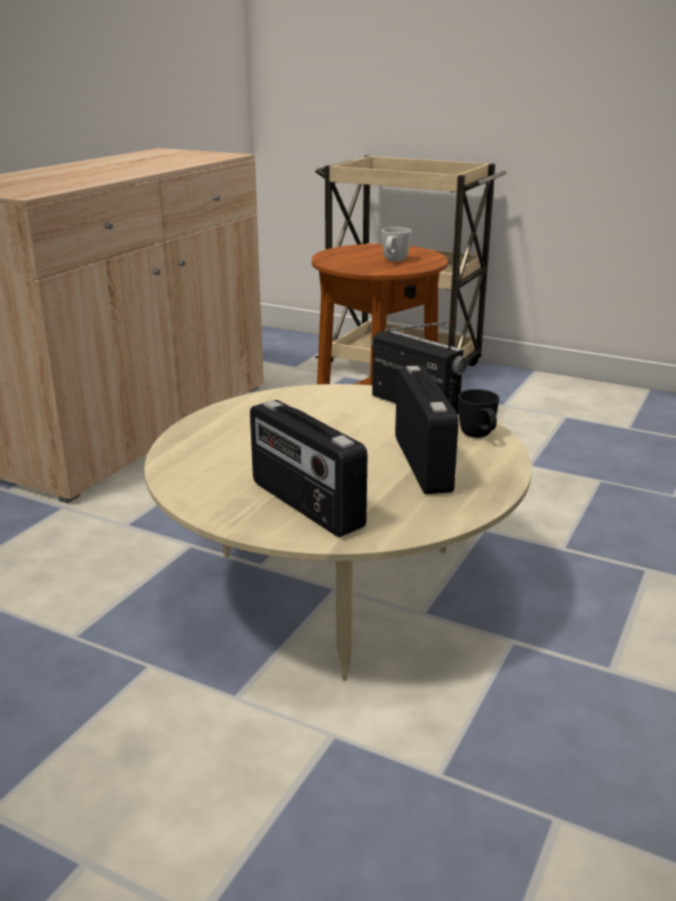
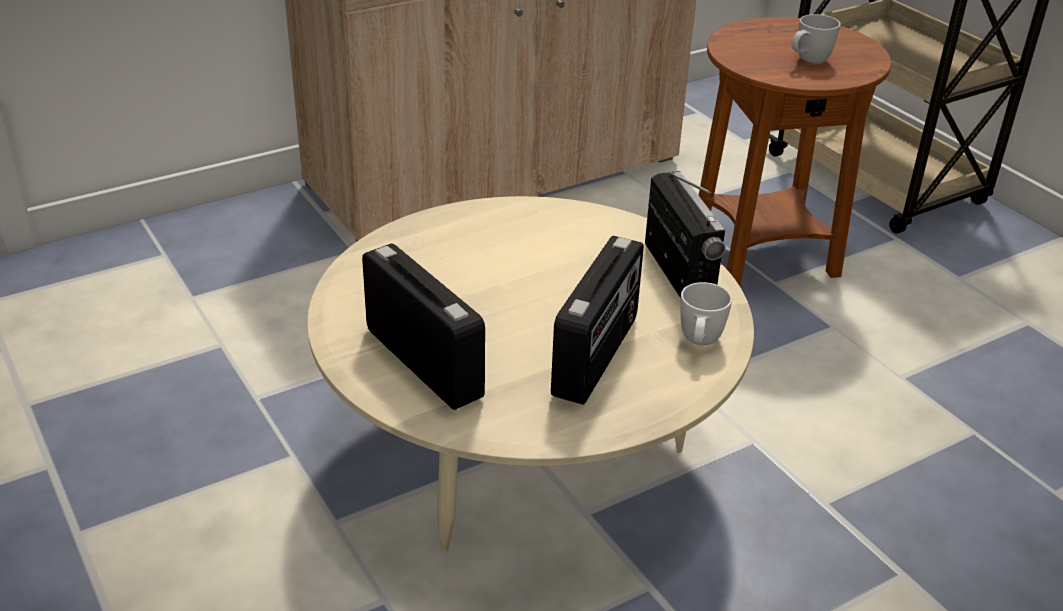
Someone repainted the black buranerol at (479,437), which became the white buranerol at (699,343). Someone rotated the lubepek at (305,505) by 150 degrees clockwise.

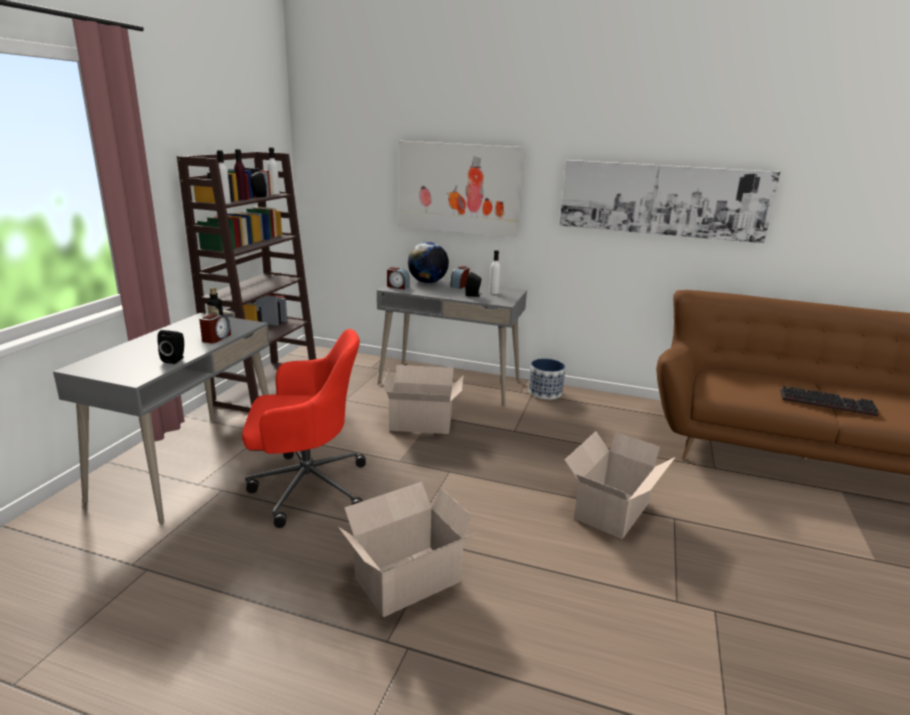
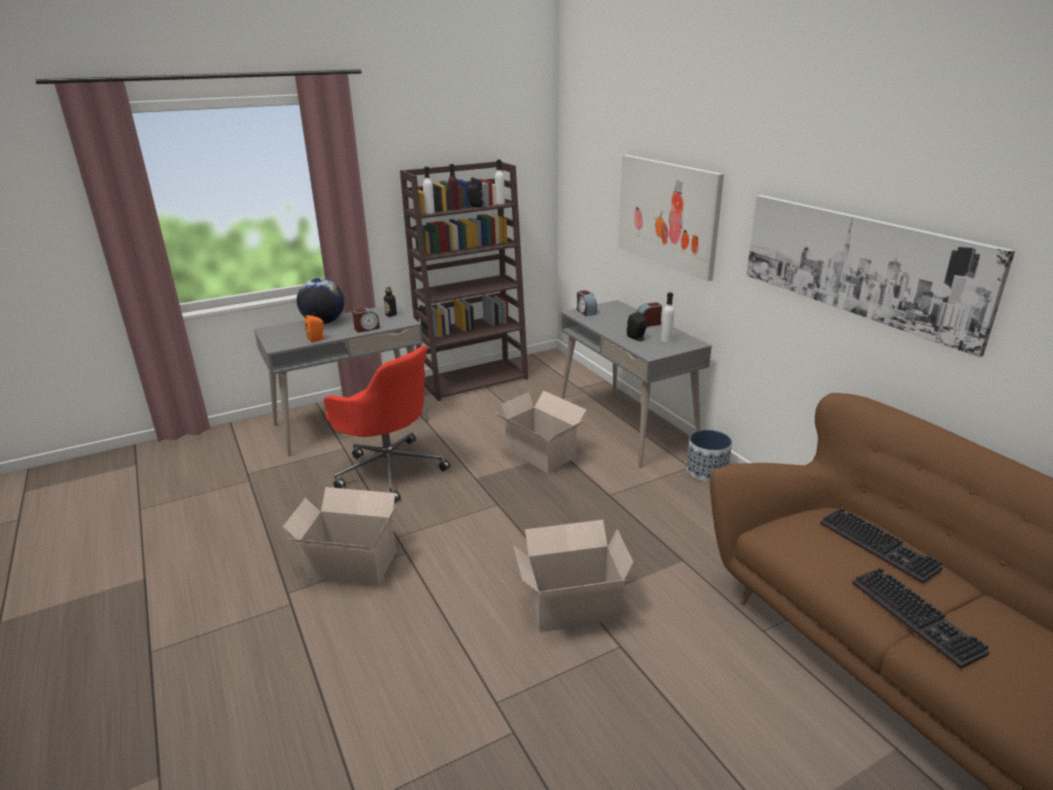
Someone carried the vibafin from (427,282) to (323,322). Someone repainted the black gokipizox at (175,359), which became the orange gokipizox at (317,339). Someone put down the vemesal at (881,546).

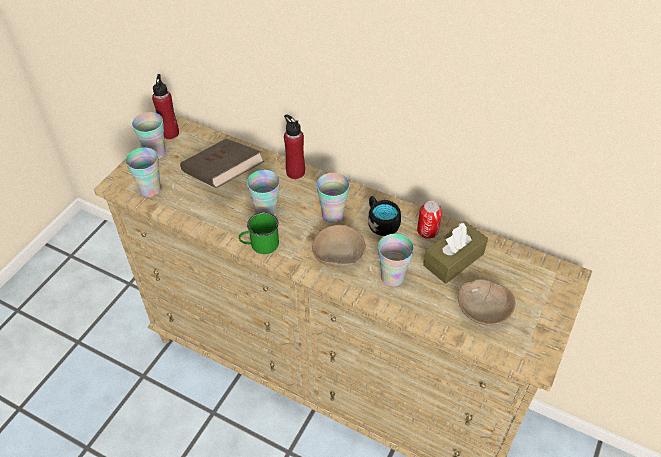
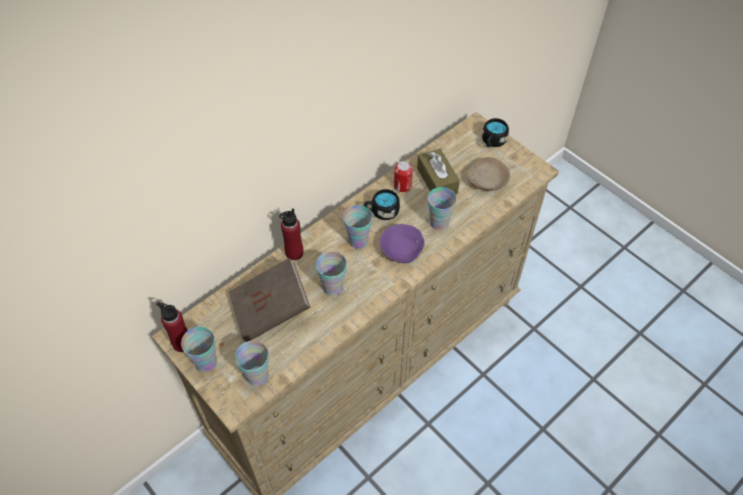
Someone took away the green buranerol at (260,245). Someone repainted the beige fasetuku at (339,254), which became the purple fasetuku at (402,249). Someone put down the black buranerol at (492,142).

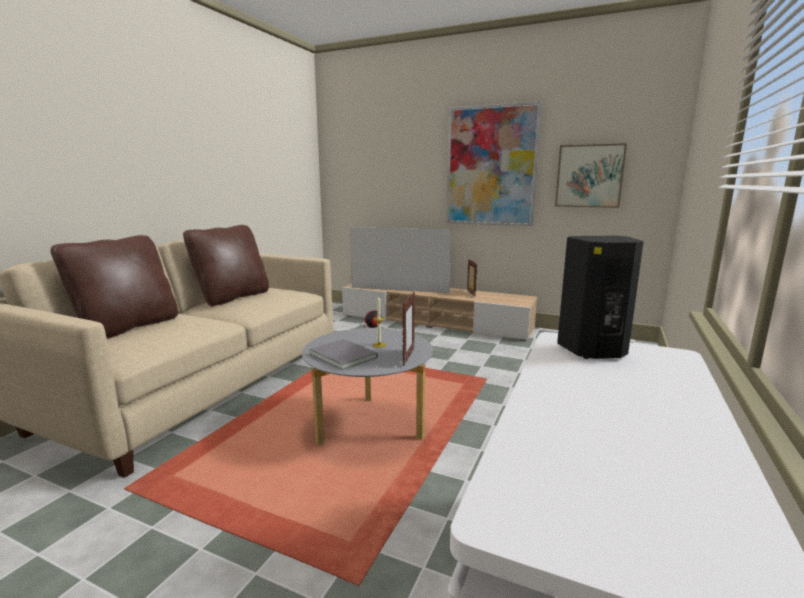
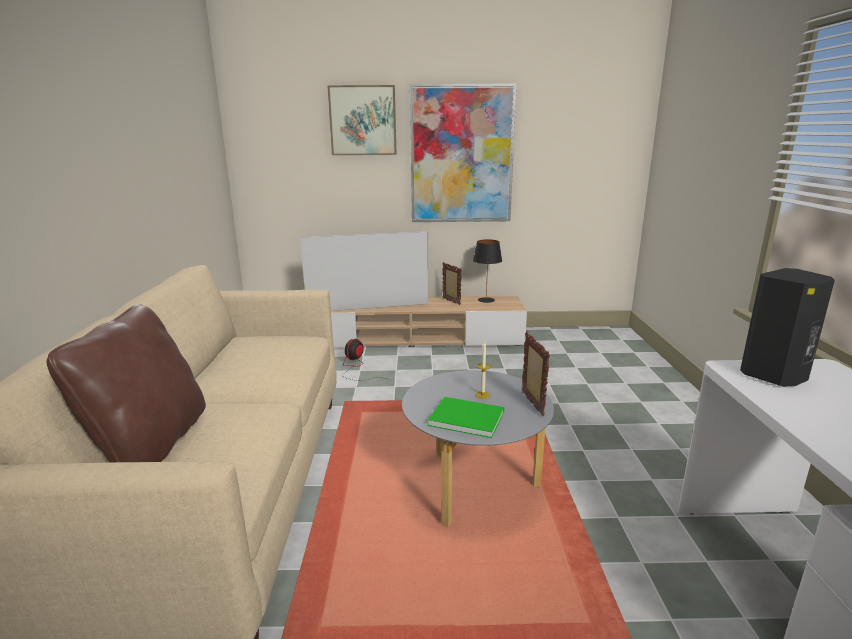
Someone carried the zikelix from (589,176) to (363,120). Someone took away the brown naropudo at (232,297). Someone repainted the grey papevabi at (343,355), which became the green papevabi at (465,417). Someone put down the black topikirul at (486,300).

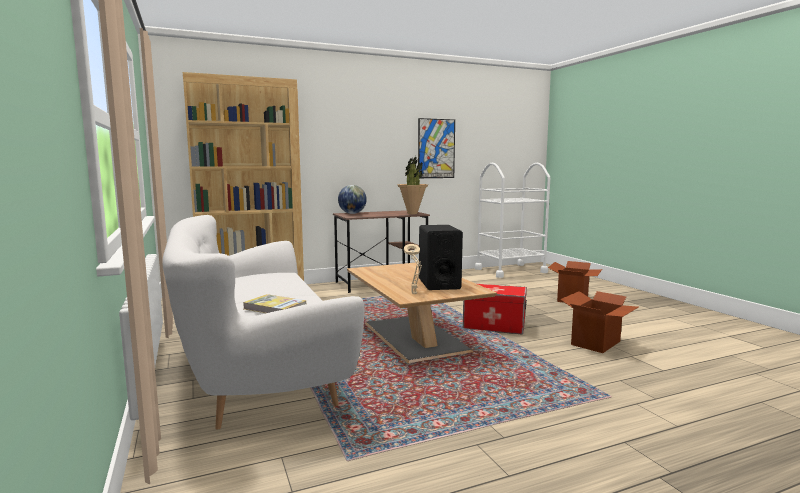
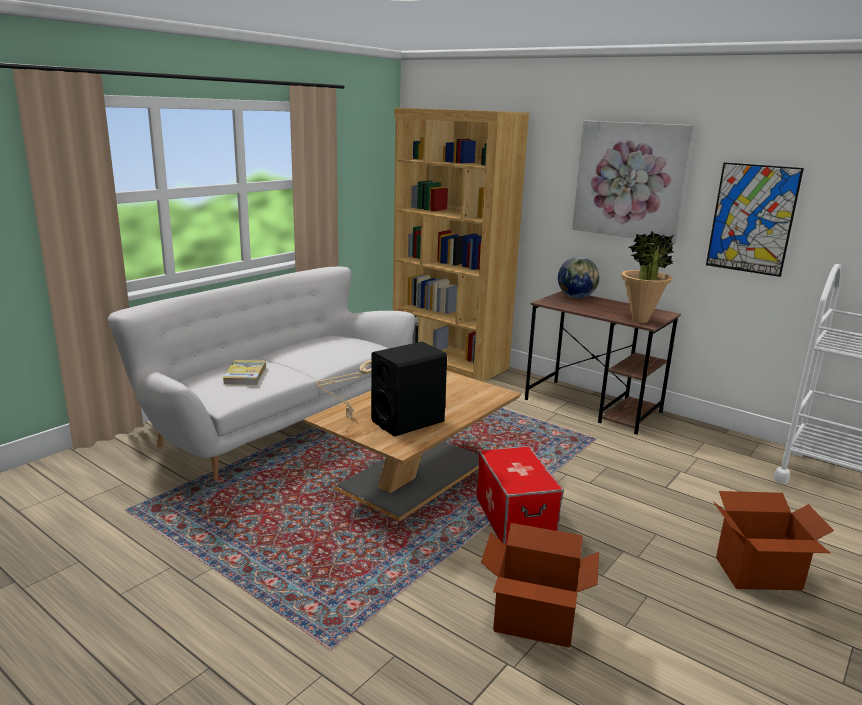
Someone put up the zikelix at (630,180).

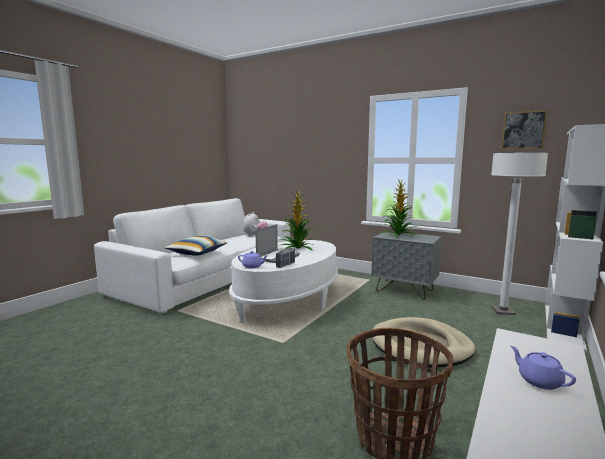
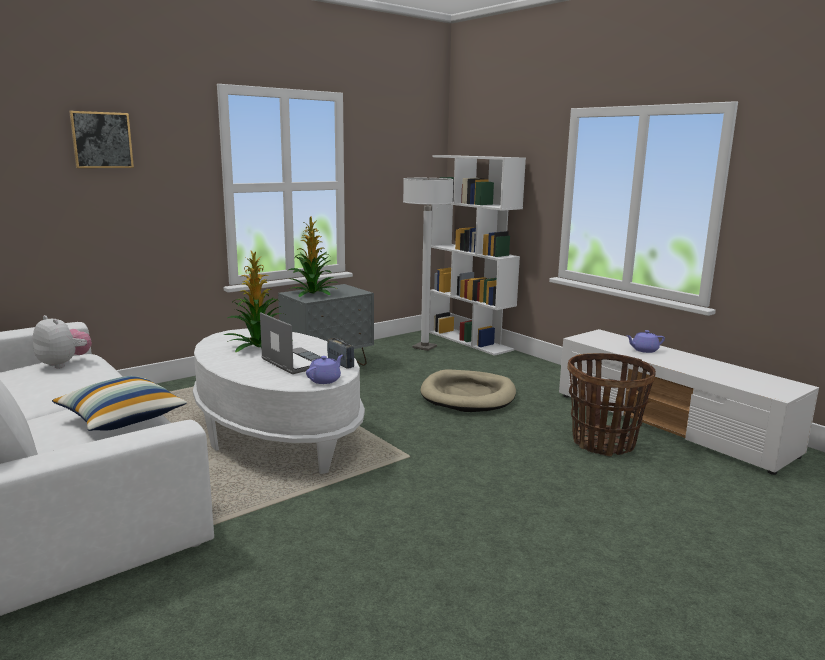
Someone carried the zikelix from (523,130) to (102,140).

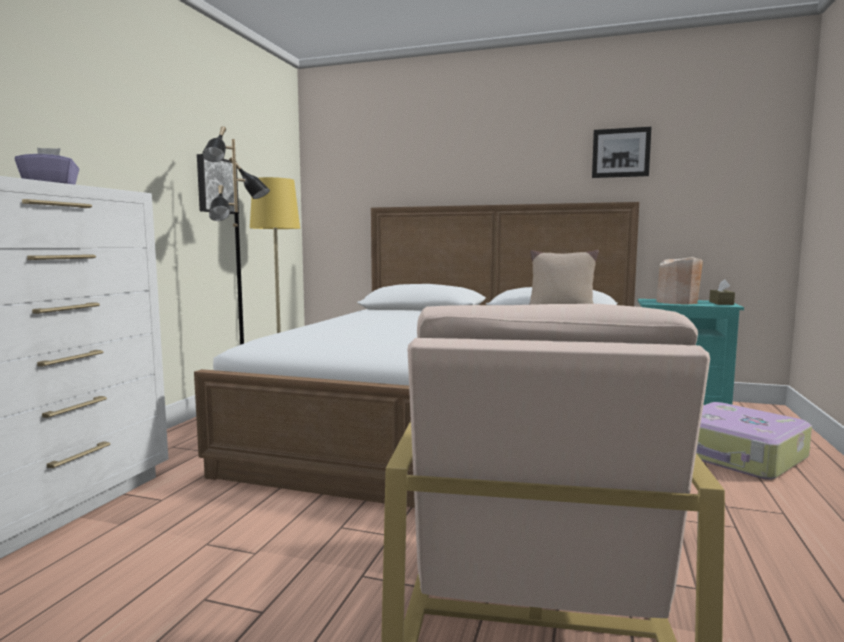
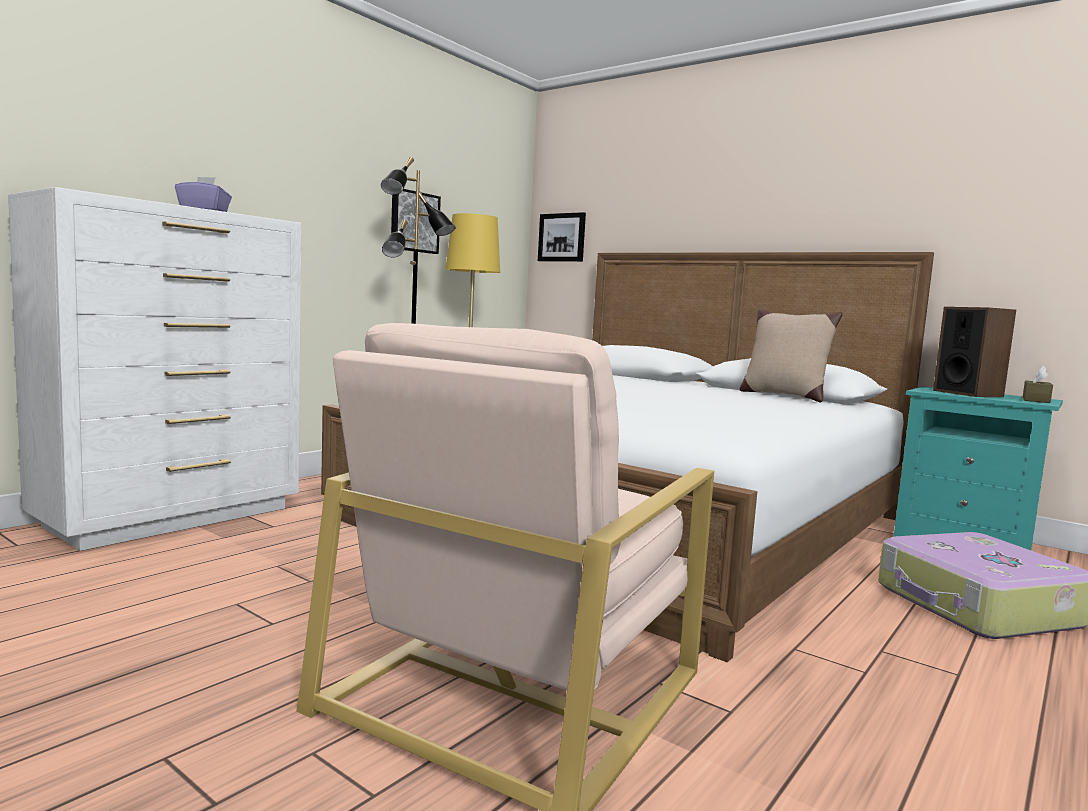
Someone carried the zikelix from (620,153) to (562,237). Someone swapped the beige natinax at (677,302) for the gokipizox at (967,393).

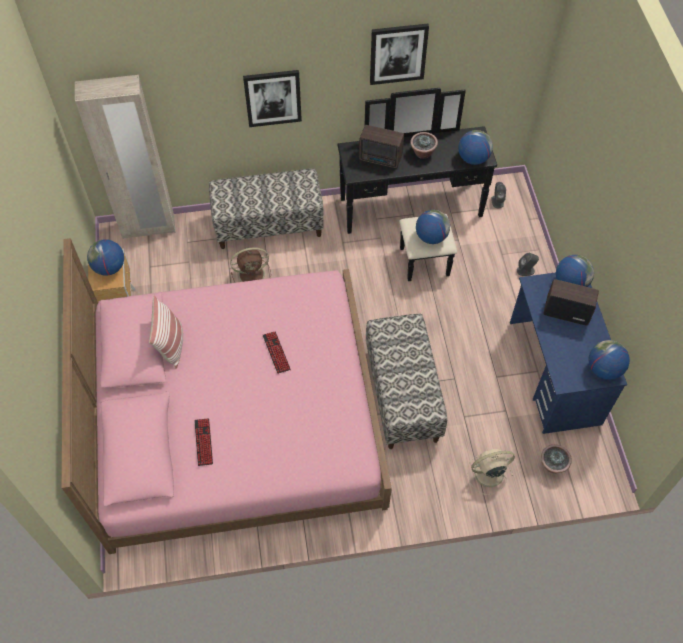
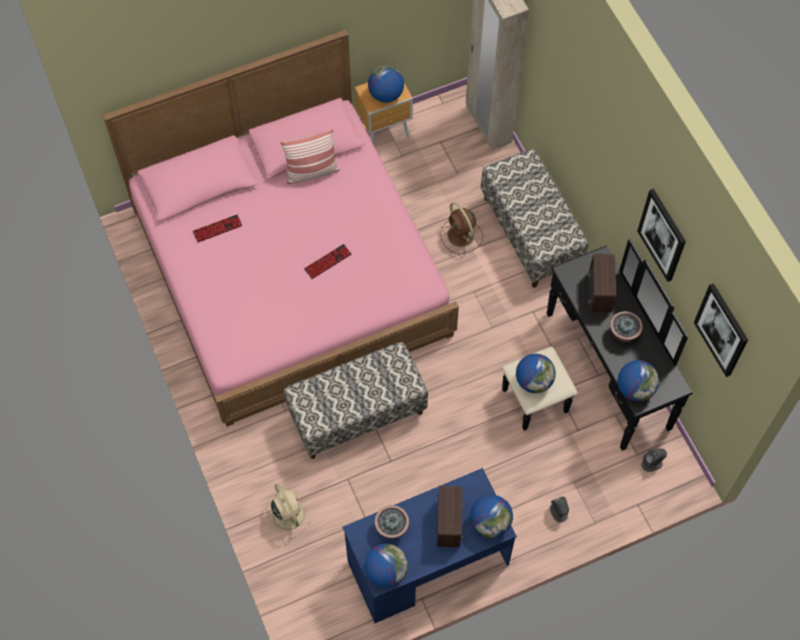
Someone carried the zikelix from (273,98) to (722,330). Someone carried the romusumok from (552,465) to (391,528).

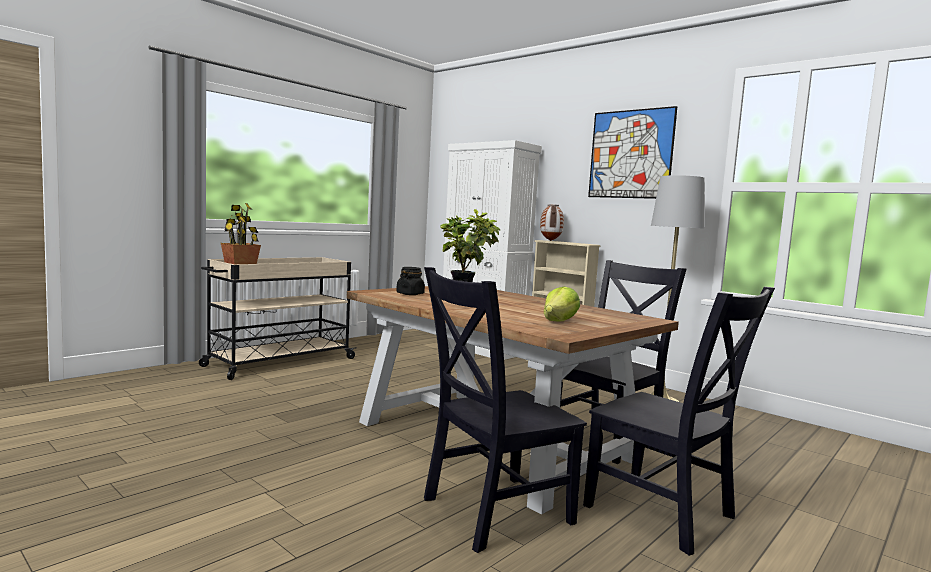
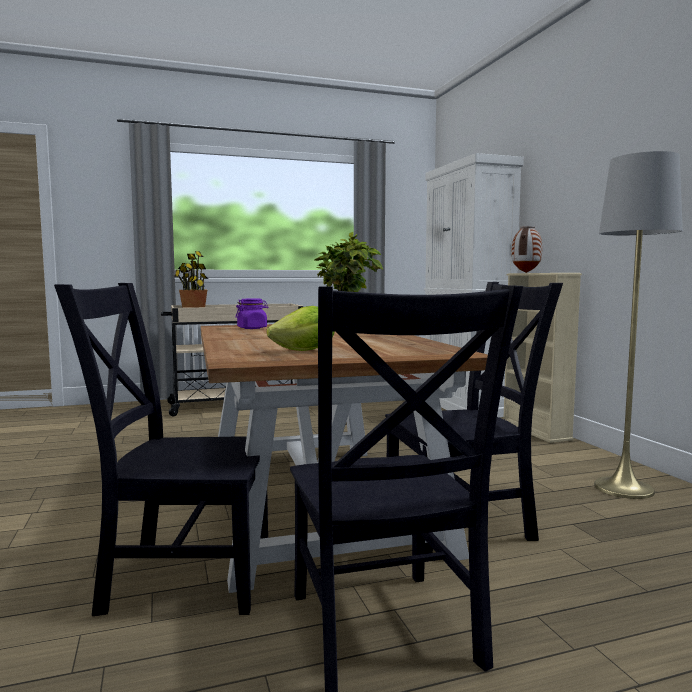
Someone took away the zikelix at (630,154). Someone repainted the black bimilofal at (410,294), which became the purple bimilofal at (252,328).

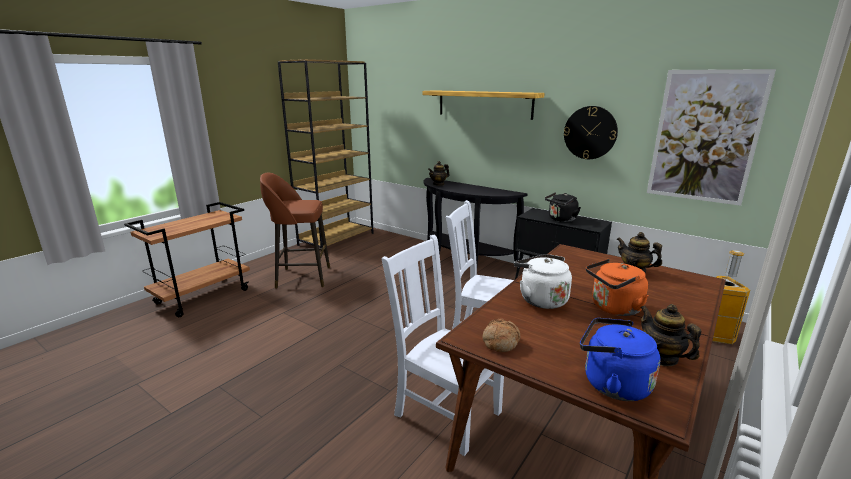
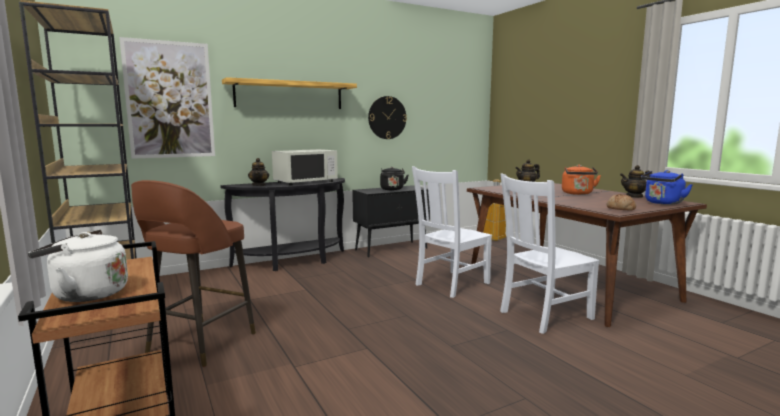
Someone carried the zikelix from (704,137) to (170,100). Someone carried the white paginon from (540,299) to (86,294). Someone put down the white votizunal at (305,182).

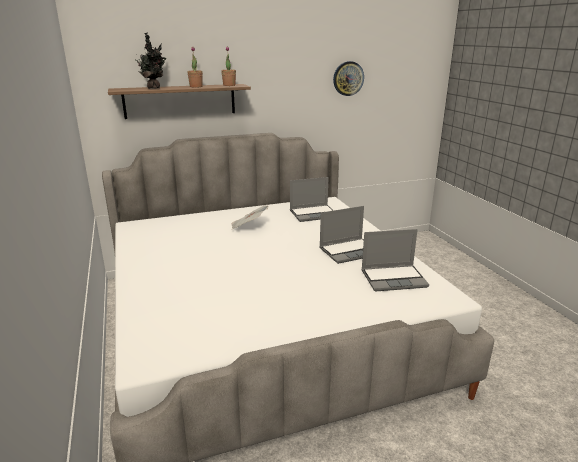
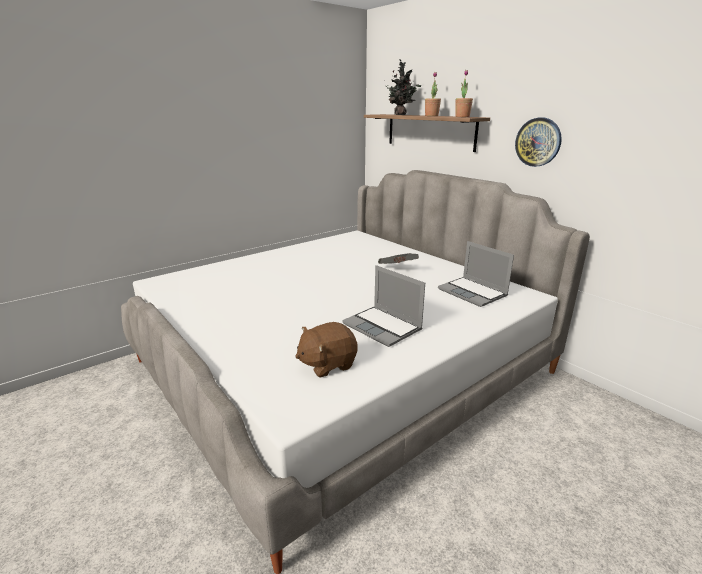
Someone carried the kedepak from (348,78) to (538,142). Someone swapped the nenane at (394,278) for the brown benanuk at (327,364).

